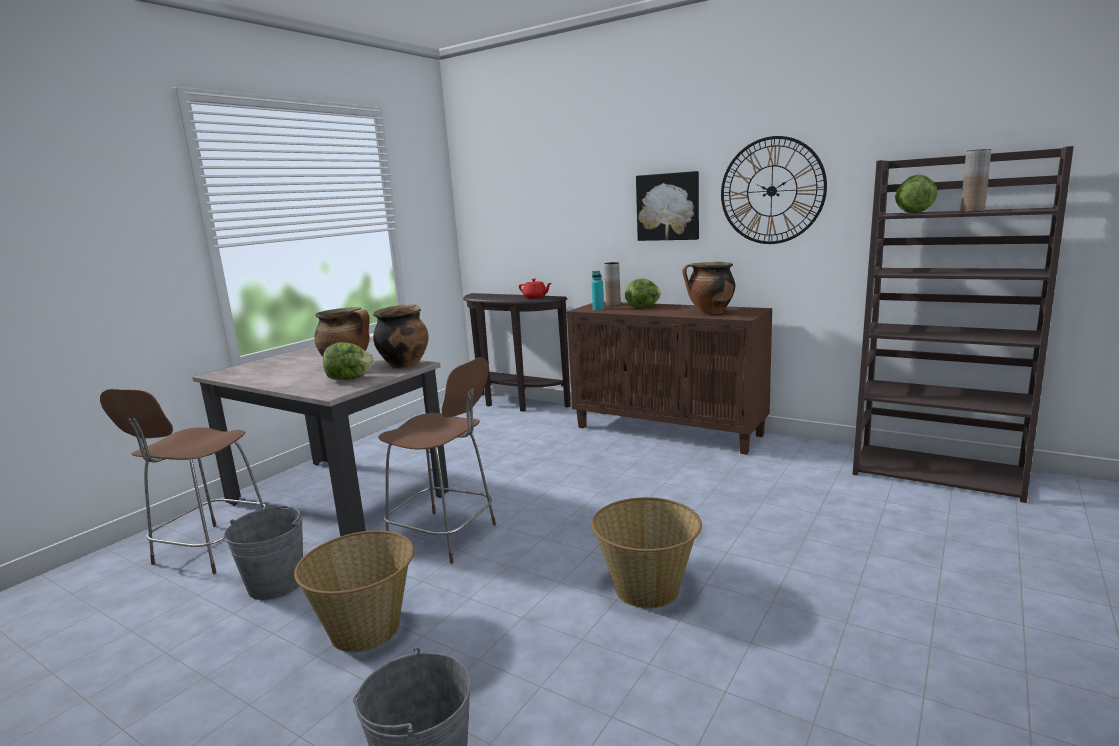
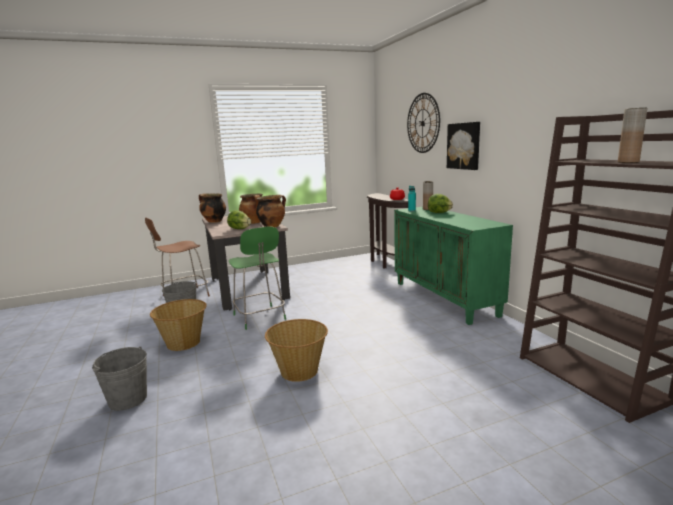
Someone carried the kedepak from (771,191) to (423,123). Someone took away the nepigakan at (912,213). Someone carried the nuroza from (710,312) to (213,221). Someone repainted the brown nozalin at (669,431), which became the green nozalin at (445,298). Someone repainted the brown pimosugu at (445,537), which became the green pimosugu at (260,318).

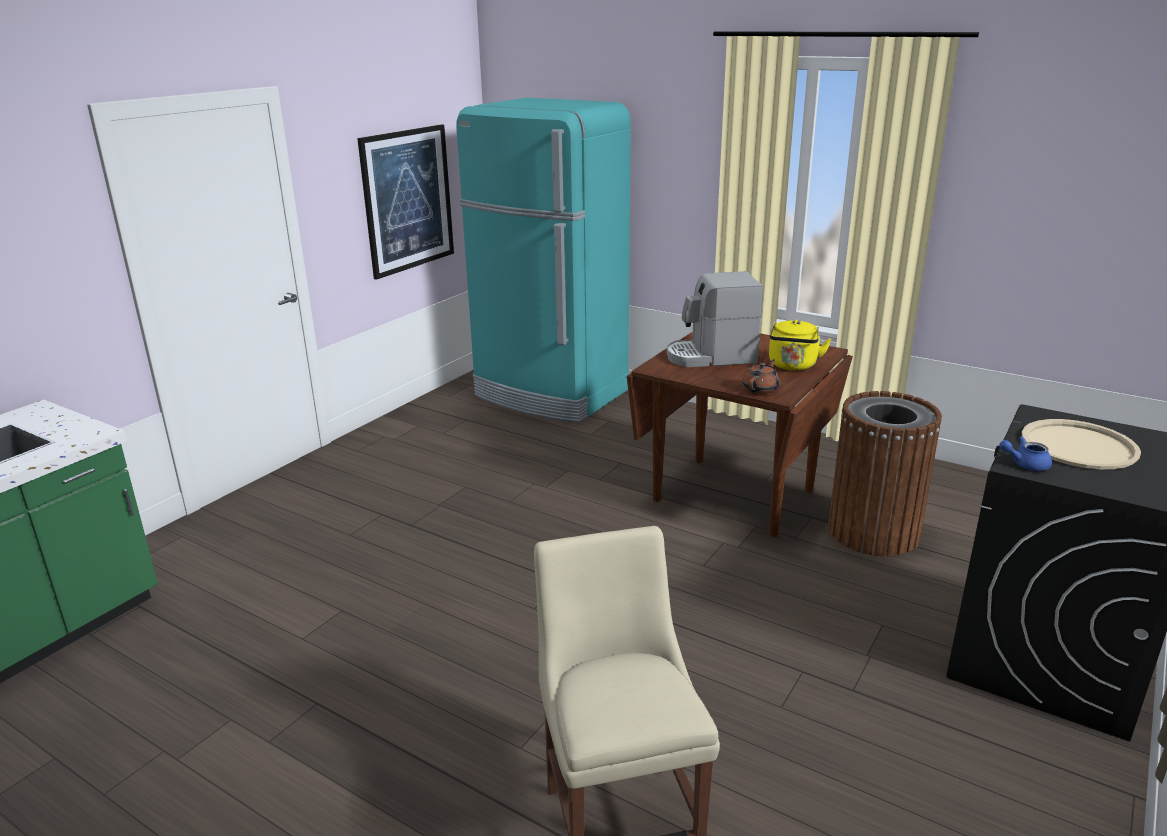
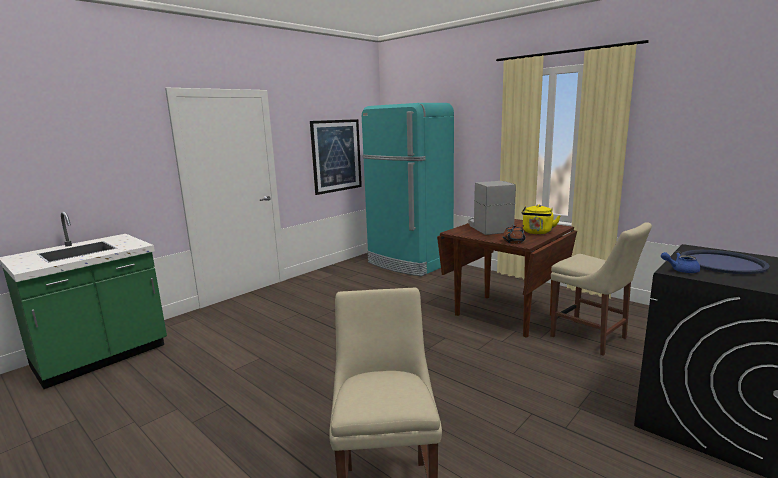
Someone rotated the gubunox at (711,357) by 75 degrees clockwise. Someone swapped the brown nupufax at (873,532) for the beige pimosugu at (591,338). Someone repainted the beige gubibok at (1079,446), which became the blue gubibok at (722,263).

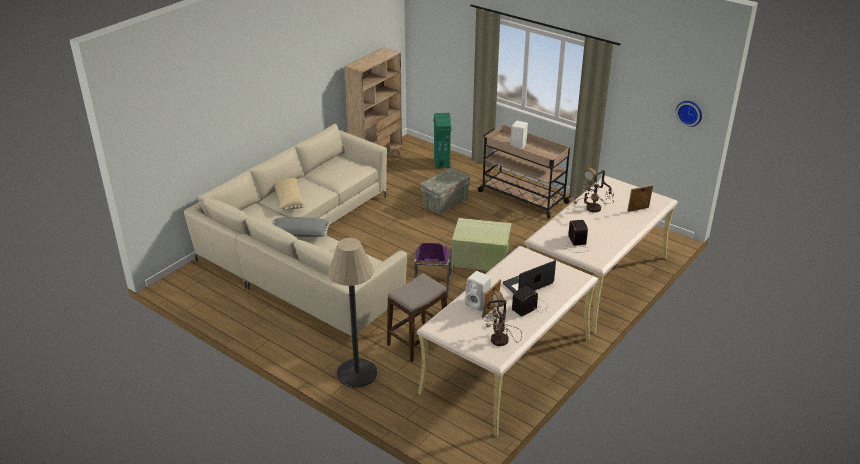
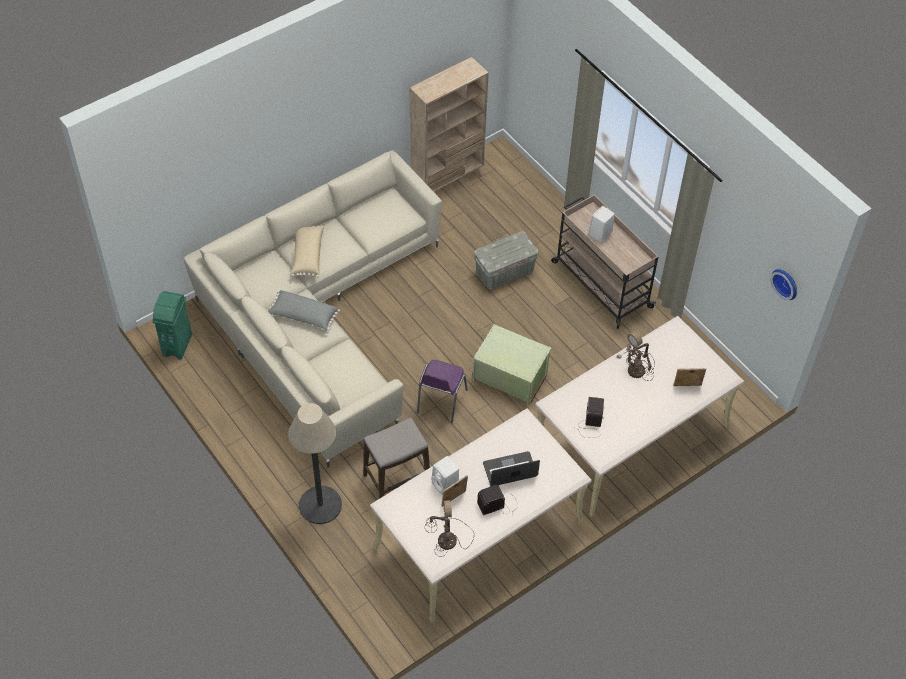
Someone carried the green nupufax from (442,162) to (178,345).

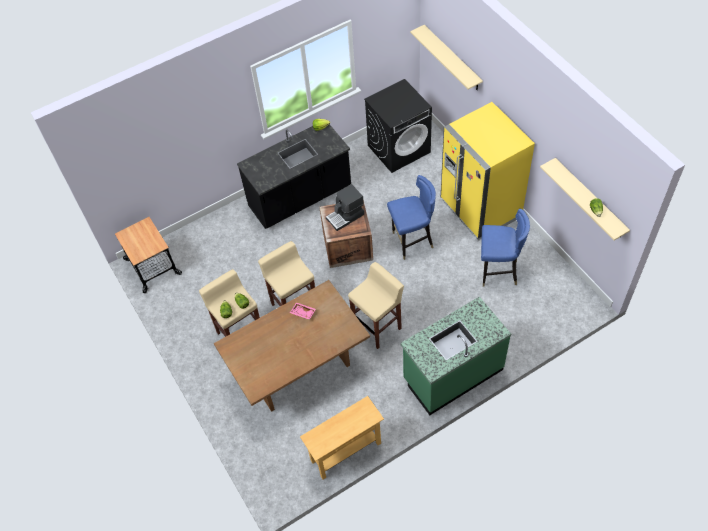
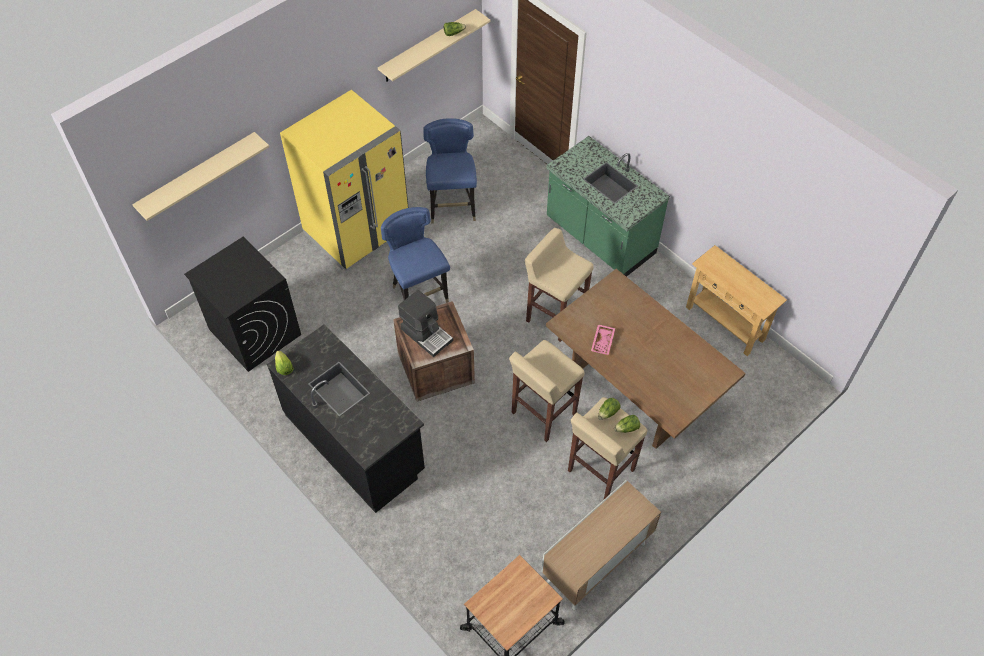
Someone put down the nozalin at (596,563).

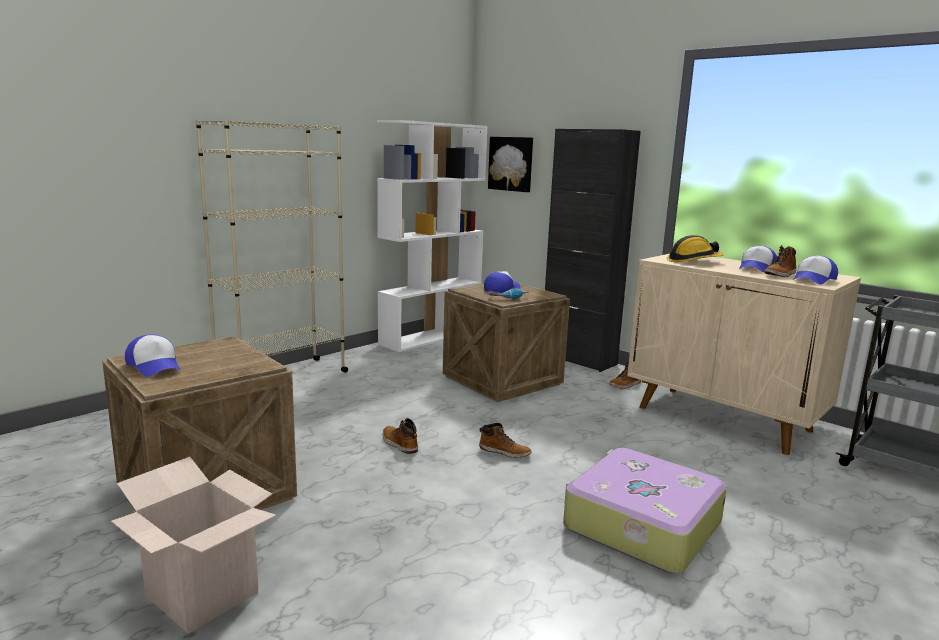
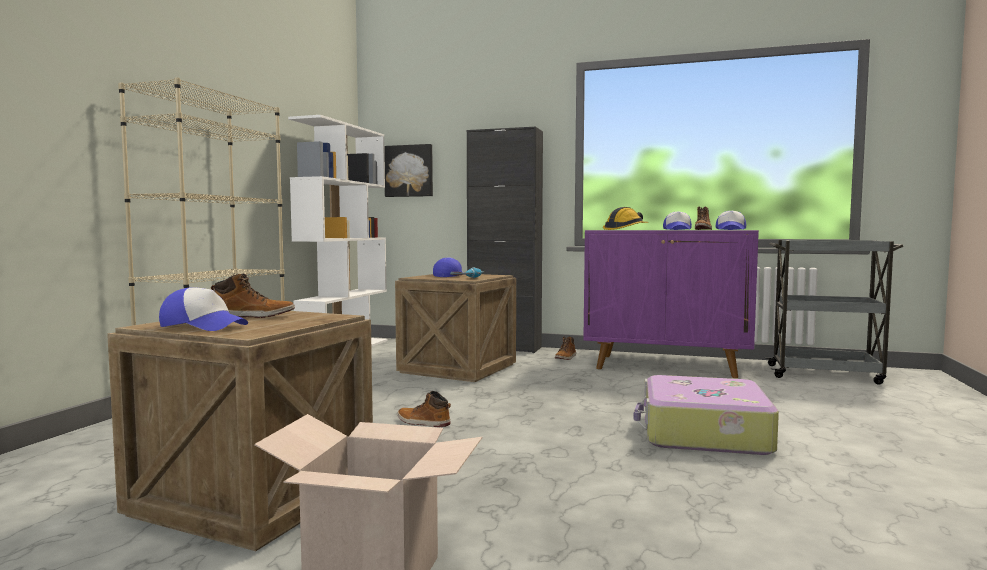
Someone repainted the beige nozalin at (724,419), which became the purple nozalin at (667,366). Someone carried the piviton from (505,452) to (254,316).

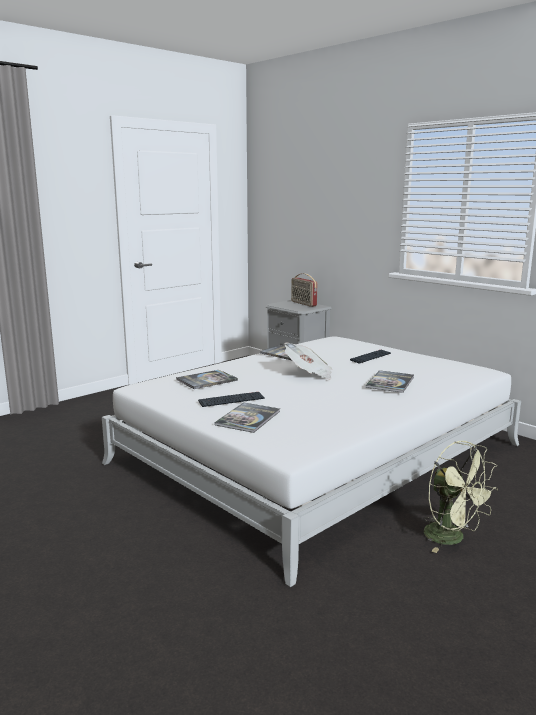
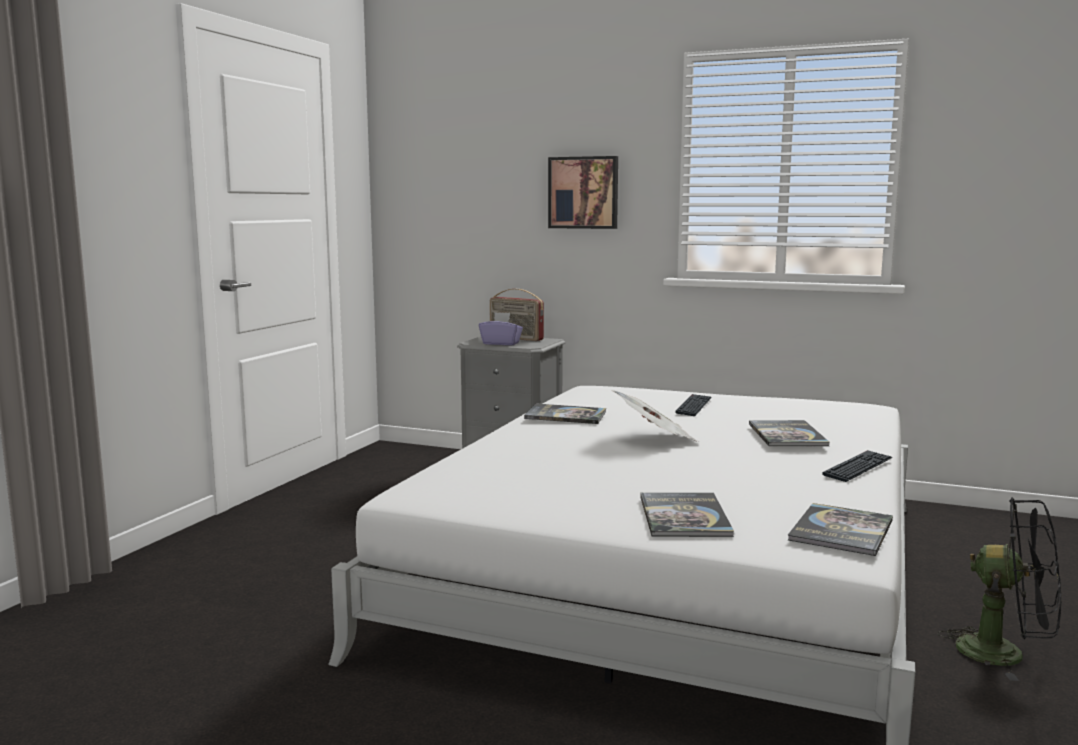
Someone carried the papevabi from (206,380) to (841,531). Someone carried the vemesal from (231,400) to (858,467). Someone repainted the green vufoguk at (452,538), which became the black vufoguk at (1005,654). Someone put up the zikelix at (584,192). Someone put down the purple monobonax at (501,343).

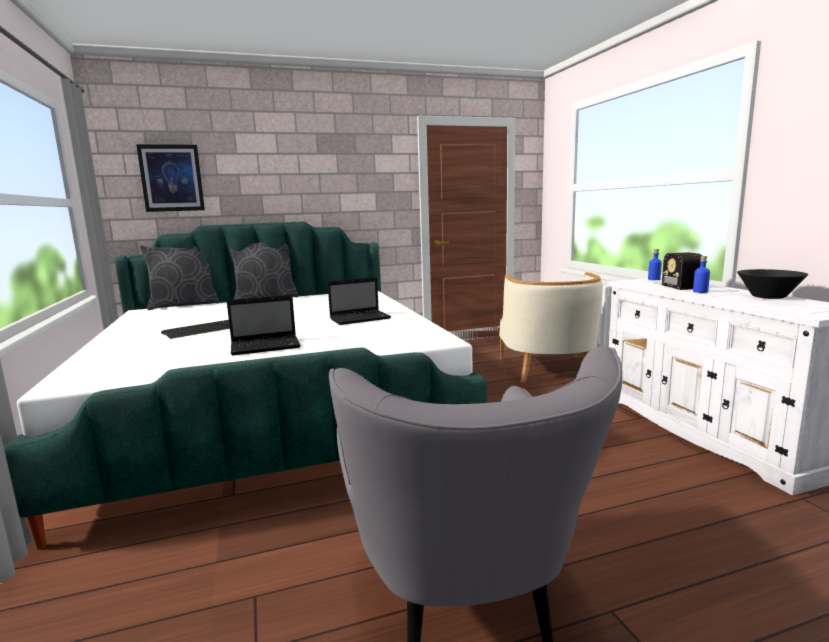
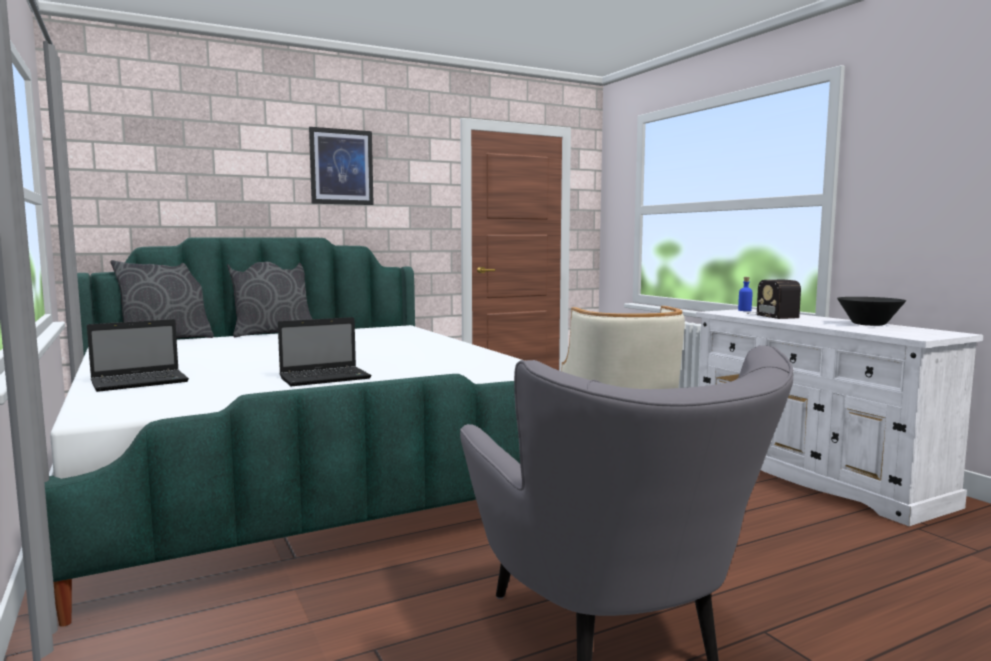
Someone carried the zikelix from (171,178) to (341,167). Someone took away the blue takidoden at (700,291). Someone carried the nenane from (361,318) to (142,382). Someone took away the vemesal at (201,330).

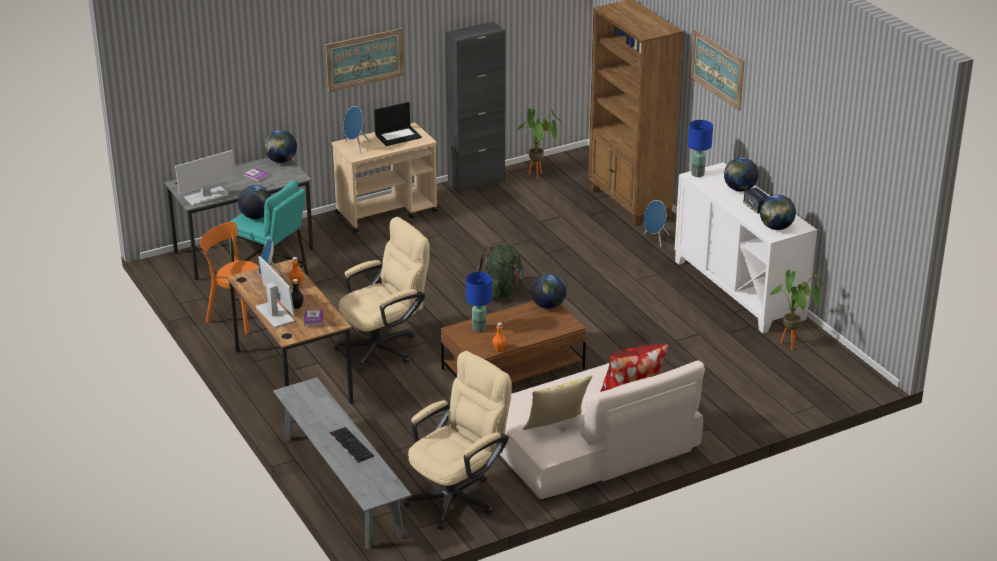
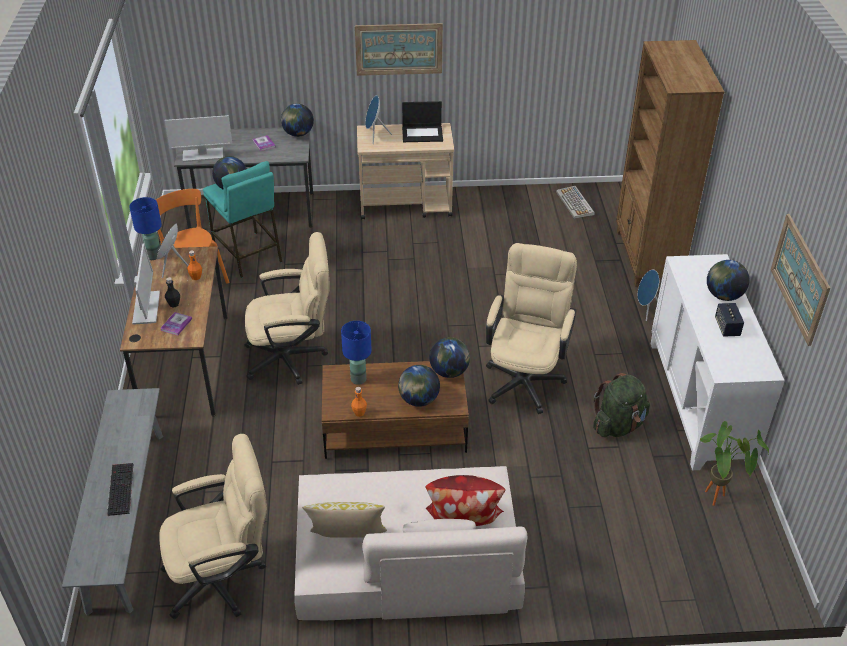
Someone took away the black nozalin at (476,182). Someone carried the zikelix from (717,69) to (800,278). Someone swapped the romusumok at (539,176) for the vemesal at (575,203). Someone carried the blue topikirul from (698,174) to (154,256). Someone carried the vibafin from (776,227) to (418,400). Someone carried the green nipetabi from (502,291) to (618,425). Someone put down the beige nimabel at (525,377).

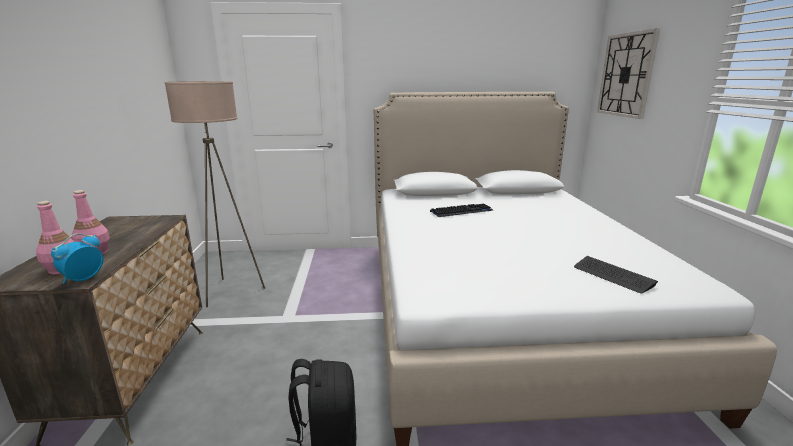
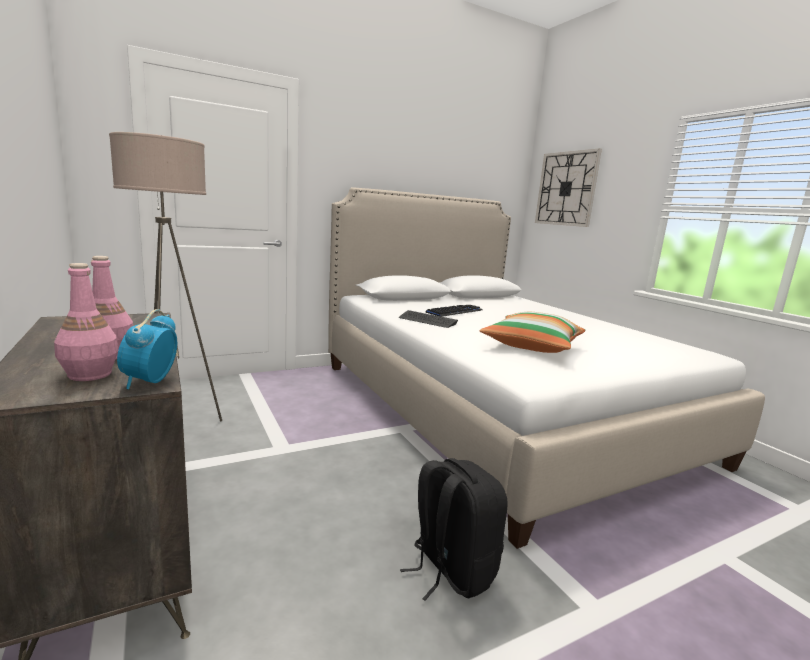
Someone carried the vemesal from (613,275) to (427,320). Someone put down the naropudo at (532,346).

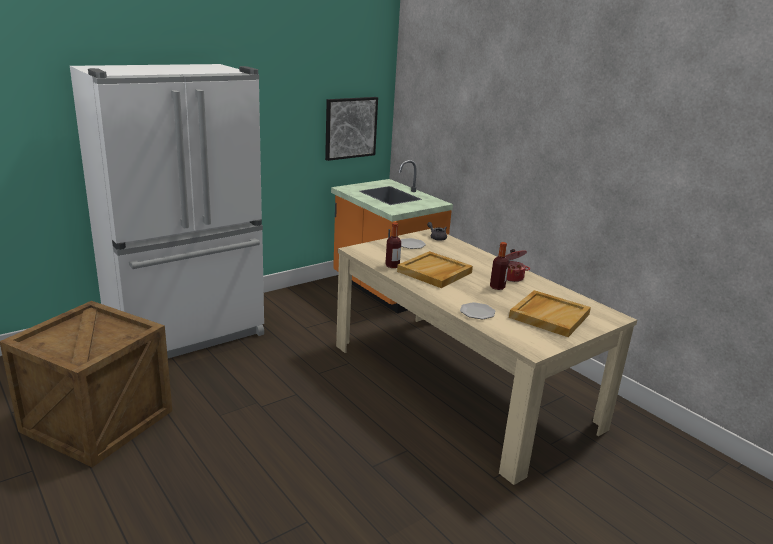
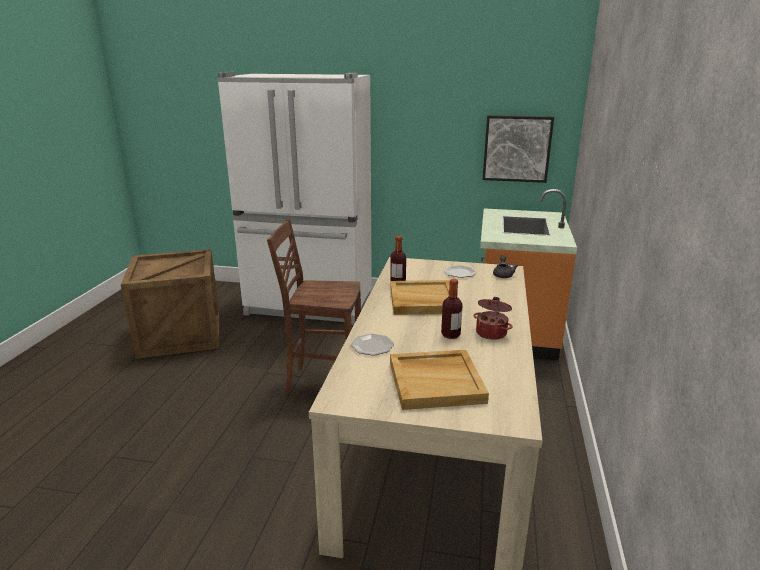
Someone put down the brown pimosugu at (323,382).

